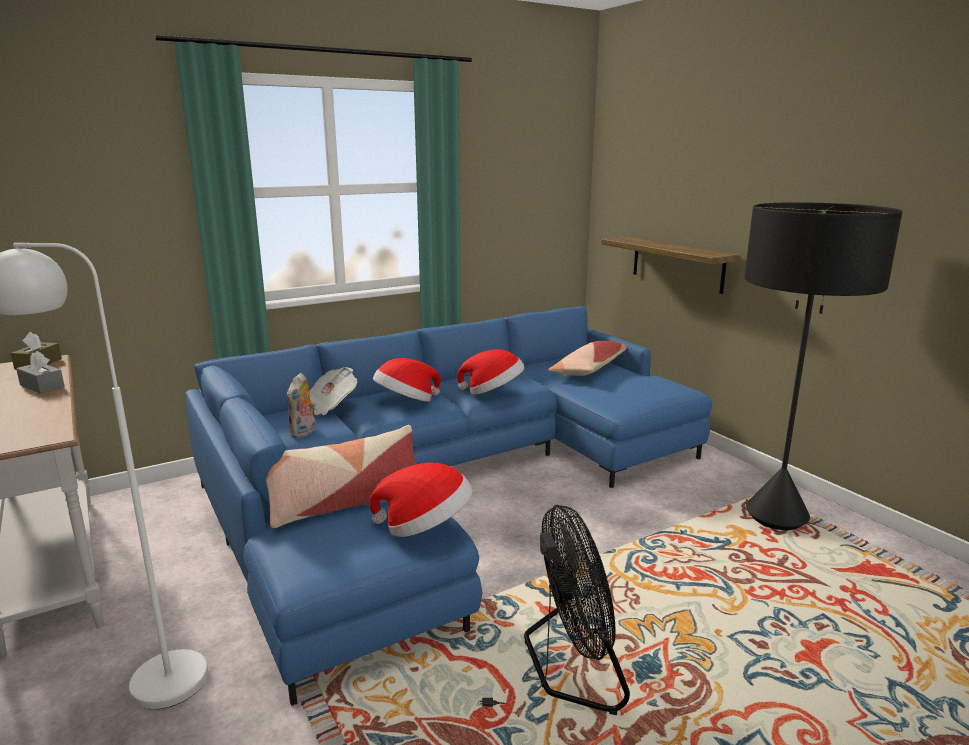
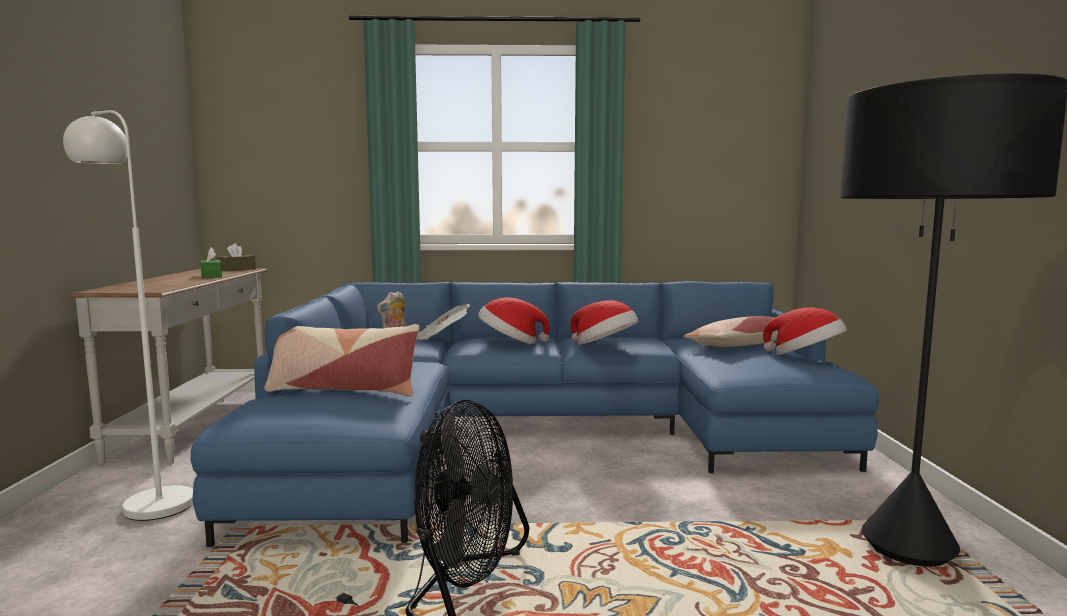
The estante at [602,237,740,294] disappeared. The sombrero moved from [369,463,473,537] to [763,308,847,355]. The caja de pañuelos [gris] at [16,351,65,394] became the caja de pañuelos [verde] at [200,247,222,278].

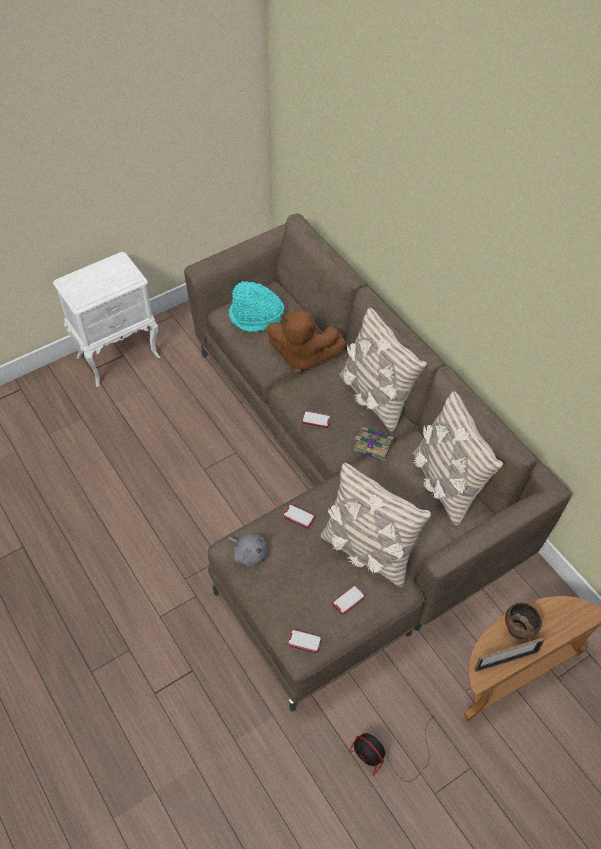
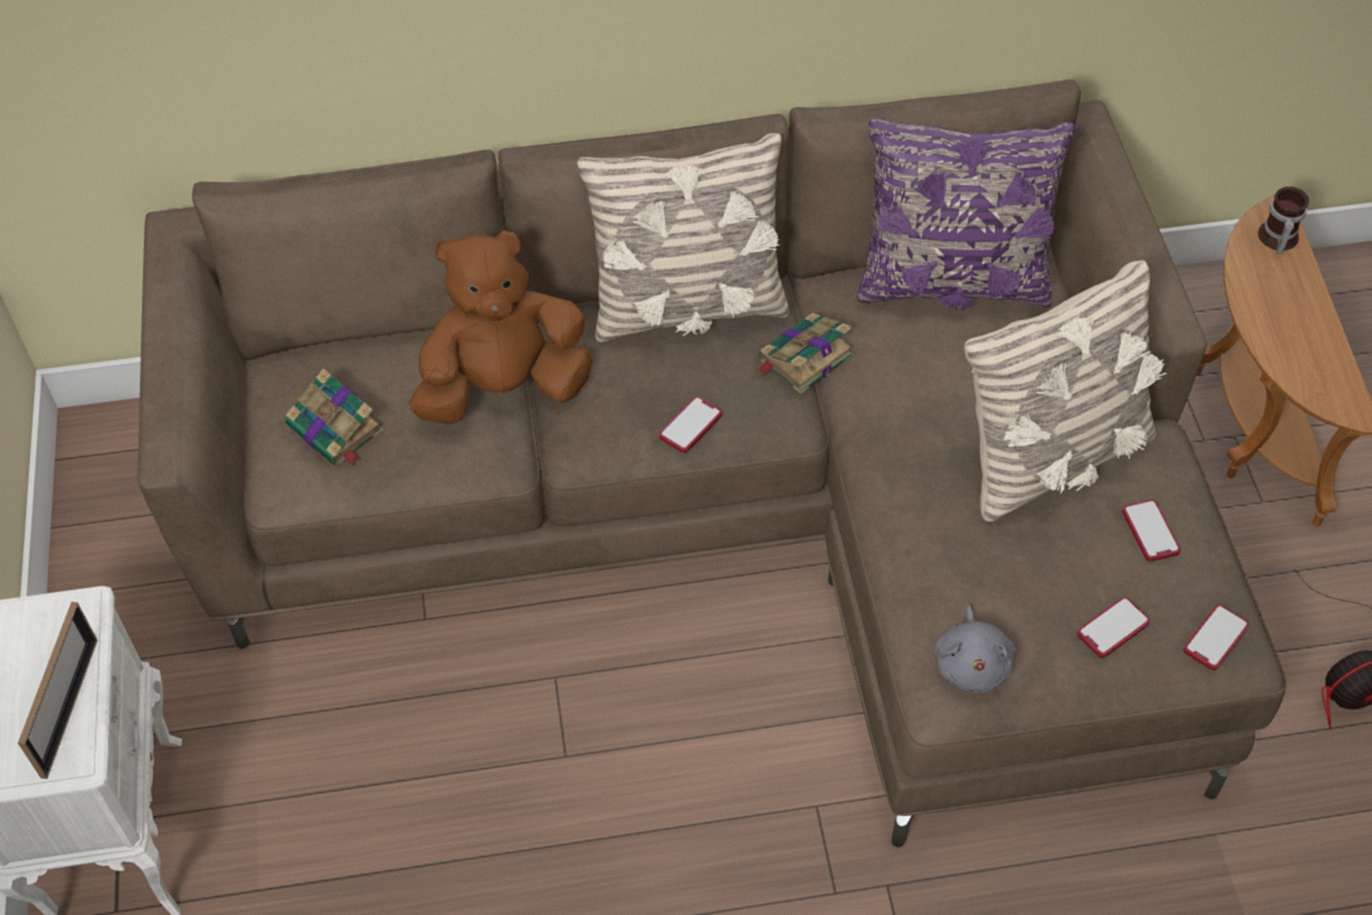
The cuenco [marrón] at [505,602,542,639] disappeared. The taza grande at [1258,187,1309,254] appeared. The móvil moved from [283,504,315,529] to [1077,597,1150,658]. The portarretratos moved from [474,637,545,672] to [18,602,98,779]. The sombrero [turquesa] at [229,281,284,332] was replaced by the libro at [285,368,383,466]. The cojín [beis] at [413,391,503,526] became the cojín [morado] at [857,118,1075,311]. The peluche [gris] at [227,534,267,566] turned 120 degrees clockwise. The peluche [marrón] at [266,310,346,374] turned 150 degrees counterclockwise.

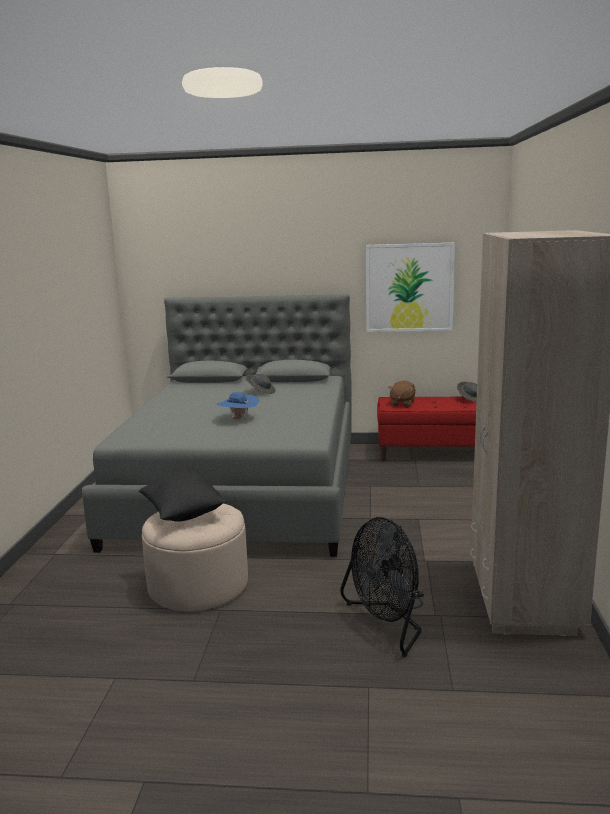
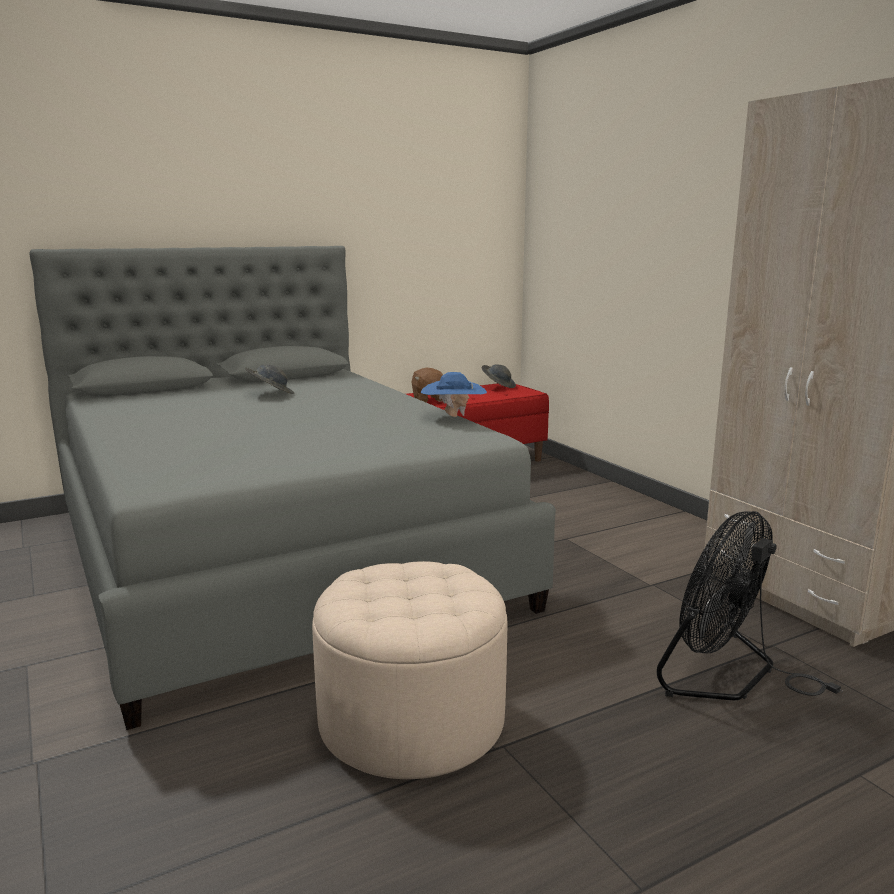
The cojín [negro] at [139,470,226,522] disappeared. The cuadro at [366,243,455,332] disappeared. The sombrero [azul] moved from [216,392,259,419] to [421,372,487,417]. The ventilador [negro] at [340,517,424,658] turned 105 degrees clockwise.

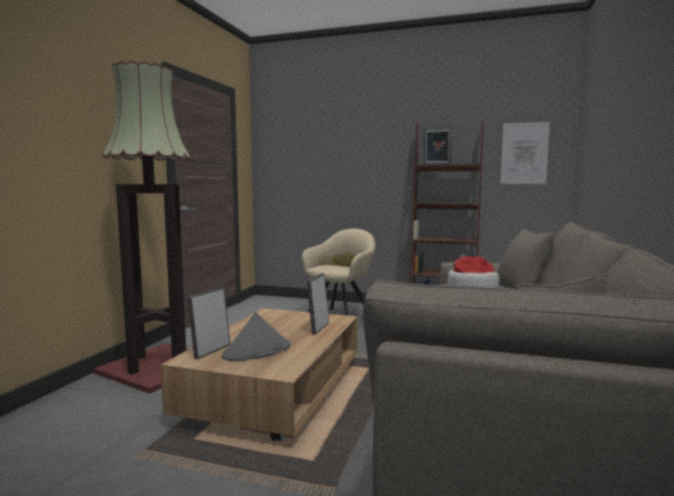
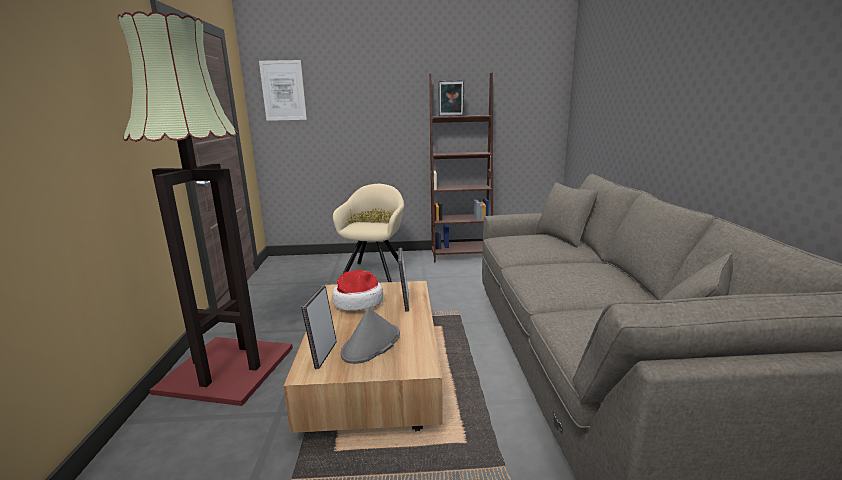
The sombrero moved from [448,257,499,288] to [332,270,383,311]. The cuadro moved from [500,122,550,184] to [259,60,307,121].

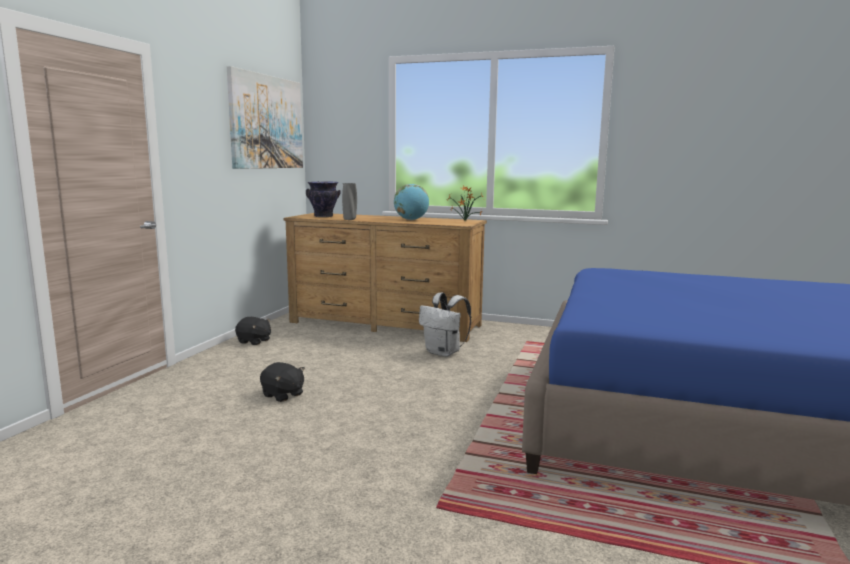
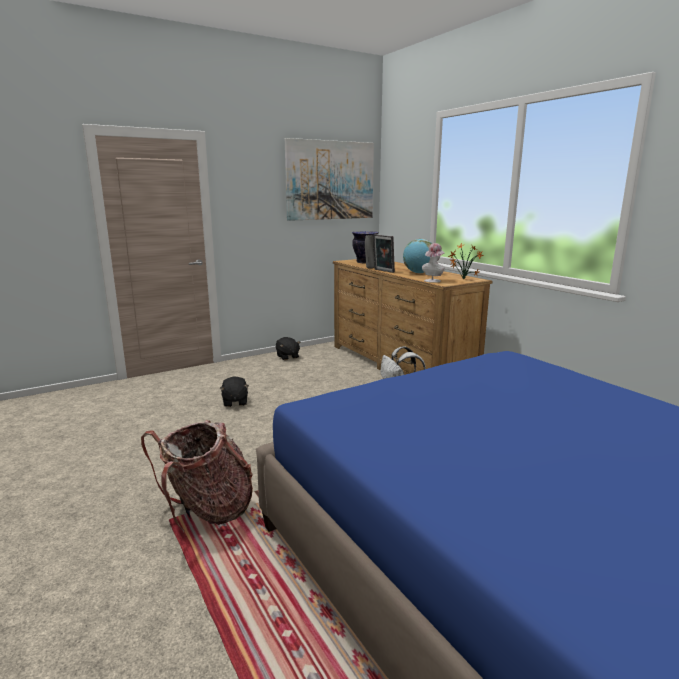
The mochila at [141,420,253,532] appeared. The portarretratos at [373,234,395,273] appeared. The sombrero at [422,243,445,283] appeared.

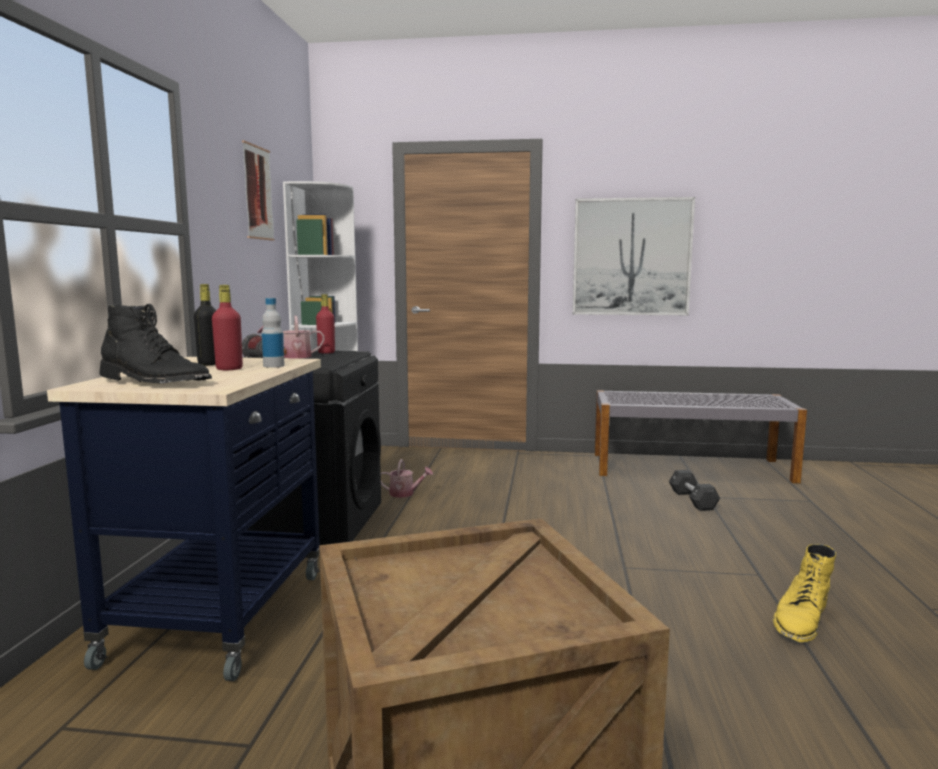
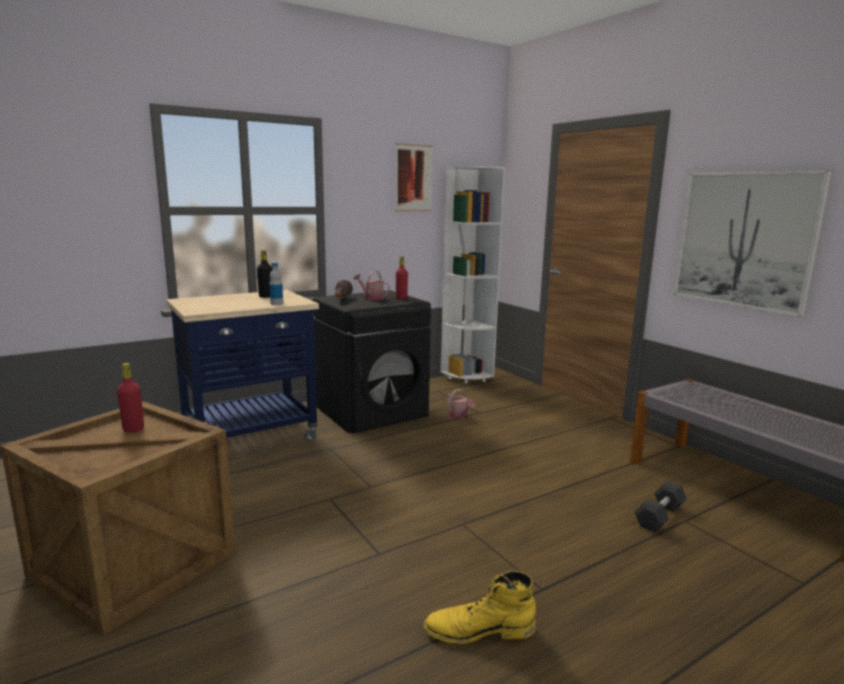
The bota [negro] at [99,304,212,383] disappeared. The botella [rojo] moved from [212,285,243,370] to [117,363,144,433].

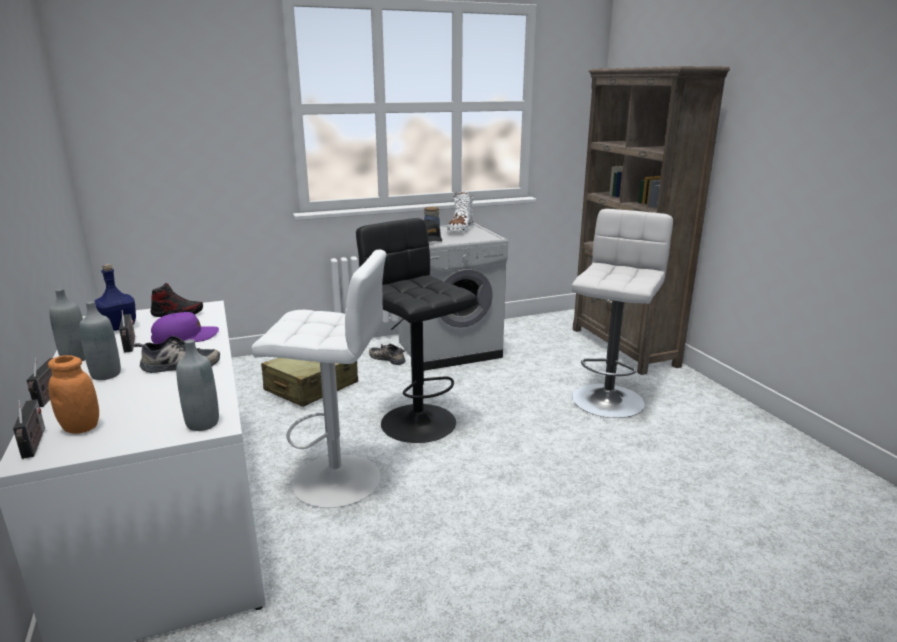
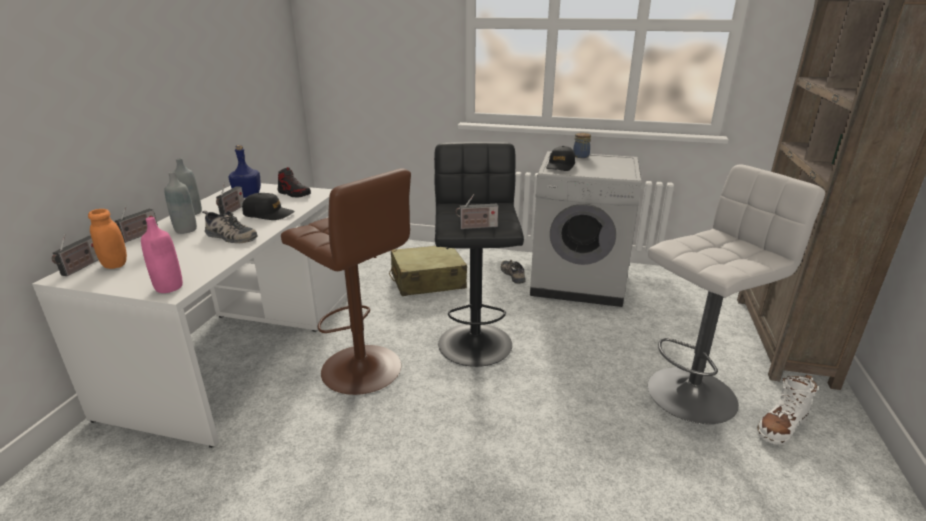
The radio at [456,194,499,229] appeared. The bota [blanco] moved from [447,192,473,232] to [756,375,818,445]. The gorra [morado] at [151,312,219,344] became the gorra [negro] at [242,193,294,220]. The botella [gris] at [176,339,219,431] became the botella [rosa] at [141,217,183,293]. The taburete [blanco] at [251,250,386,508] became the taburete [marrón] at [281,169,411,395].

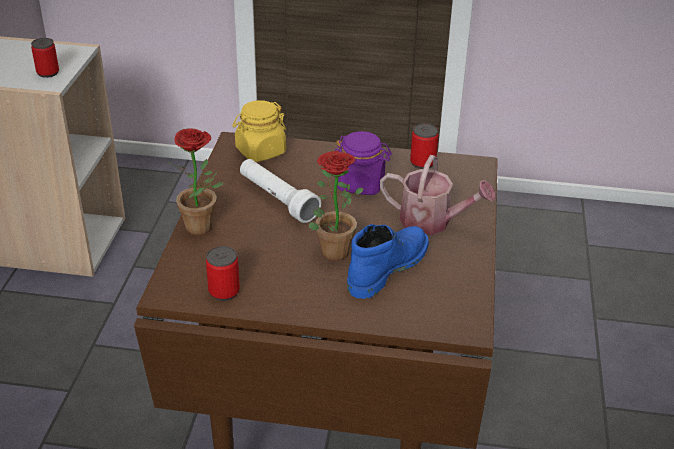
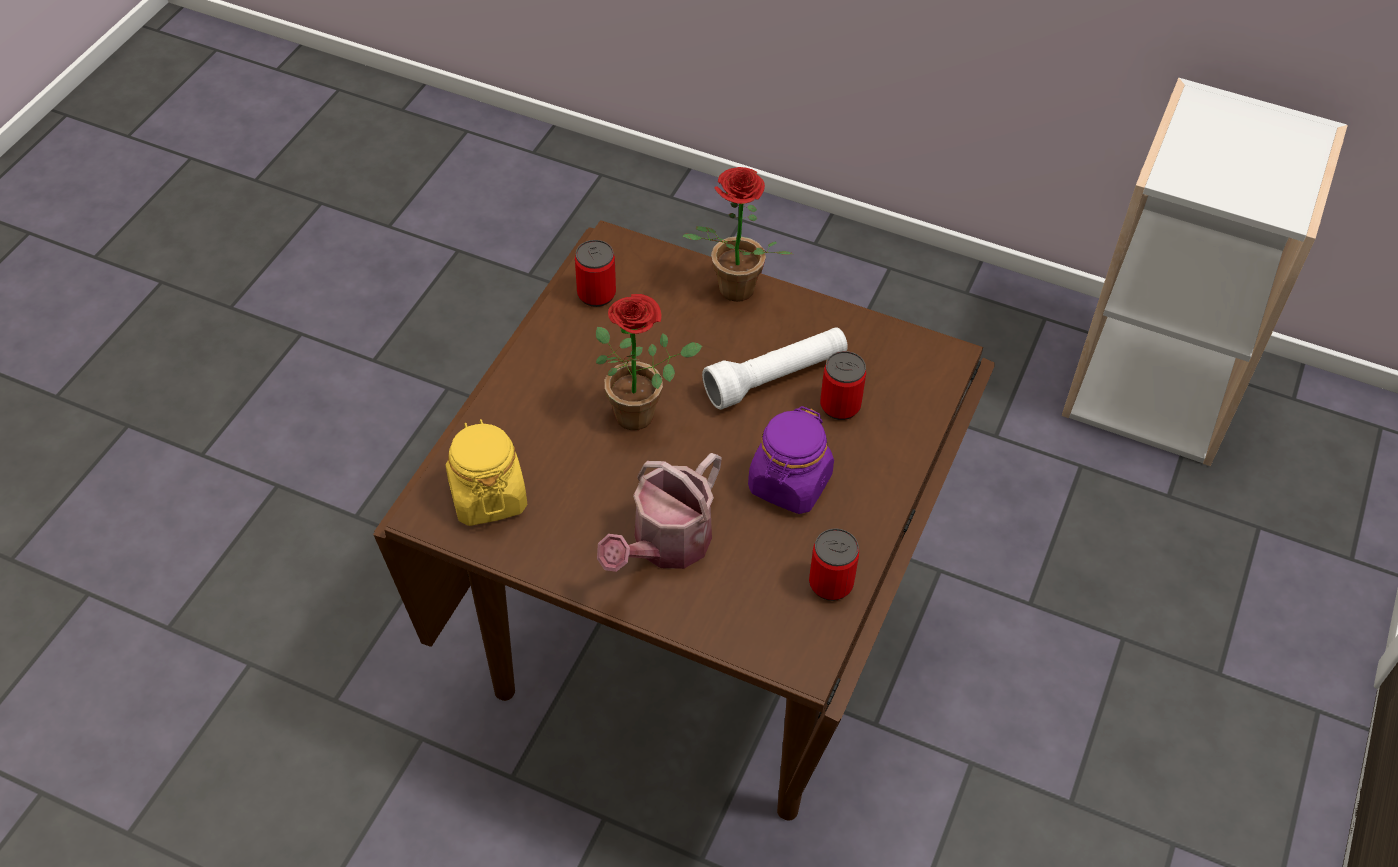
The bota [azul] at [347,224,429,299] disappeared. The lata moved from [31,38,59,78] to [820,351,866,420]. The tarro [amarillo] moved from [232,100,286,162] to [445,419,527,526].

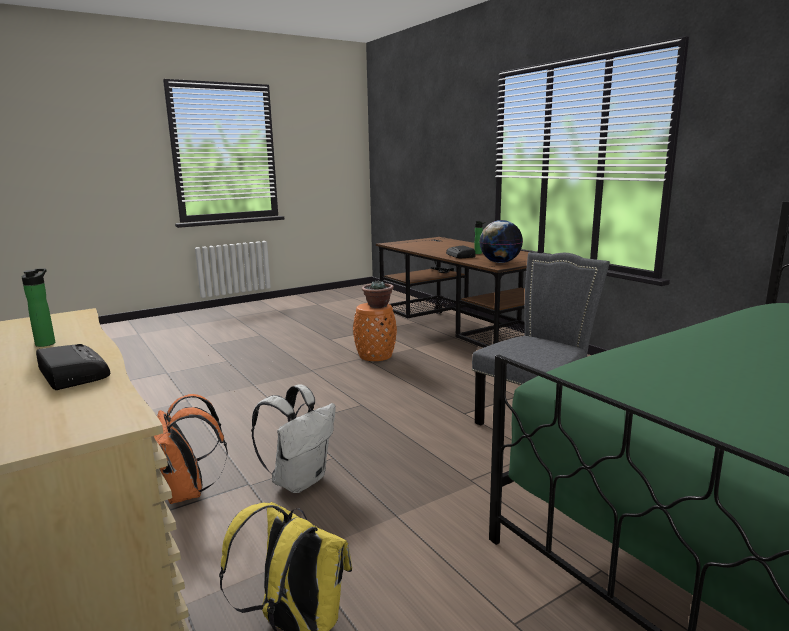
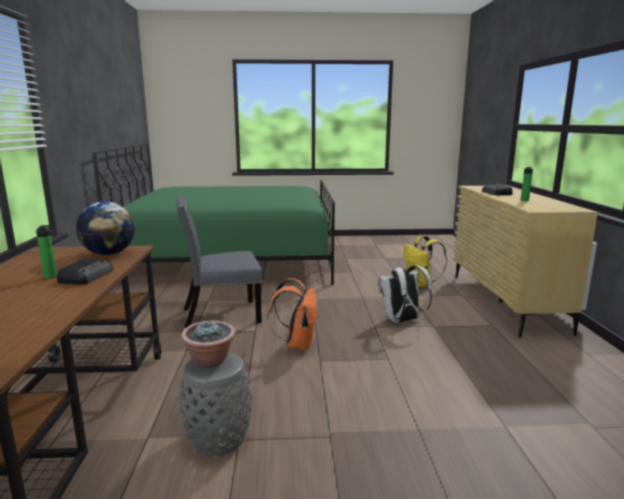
The mochila [naranja] moved from [154,394,228,504] to [267,278,318,350]. The taburete [naranja] at [353,303,397,361] became the taburete [gris] at [179,352,252,456].

